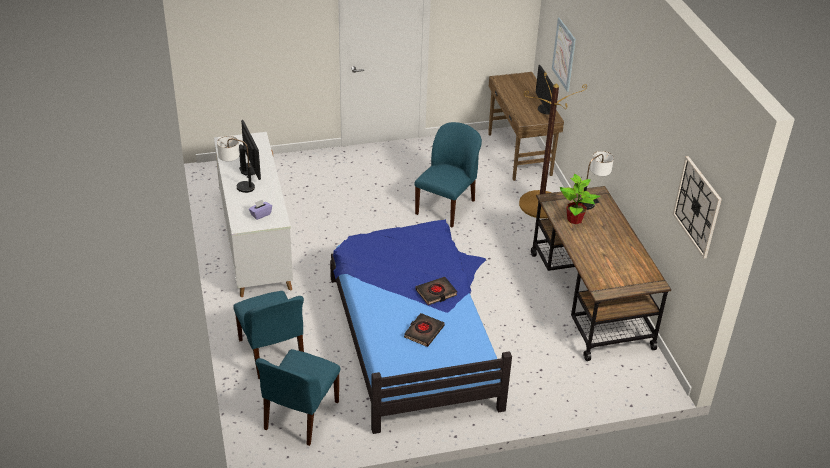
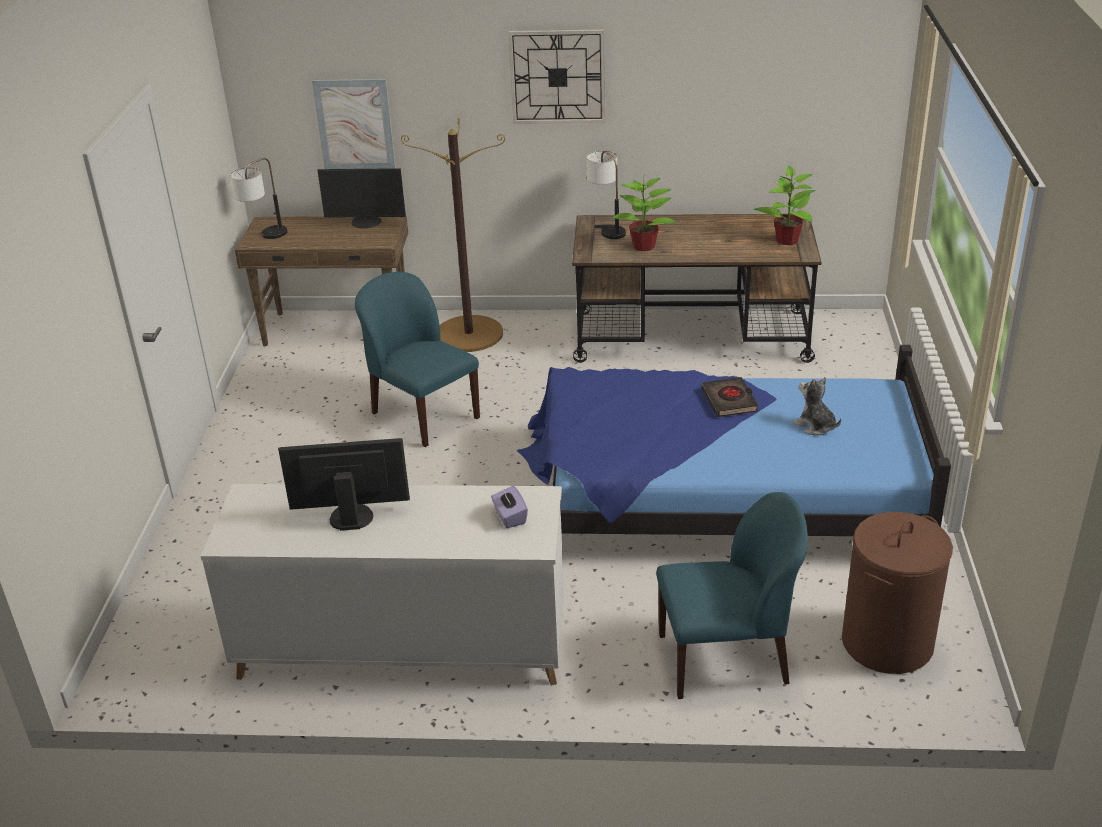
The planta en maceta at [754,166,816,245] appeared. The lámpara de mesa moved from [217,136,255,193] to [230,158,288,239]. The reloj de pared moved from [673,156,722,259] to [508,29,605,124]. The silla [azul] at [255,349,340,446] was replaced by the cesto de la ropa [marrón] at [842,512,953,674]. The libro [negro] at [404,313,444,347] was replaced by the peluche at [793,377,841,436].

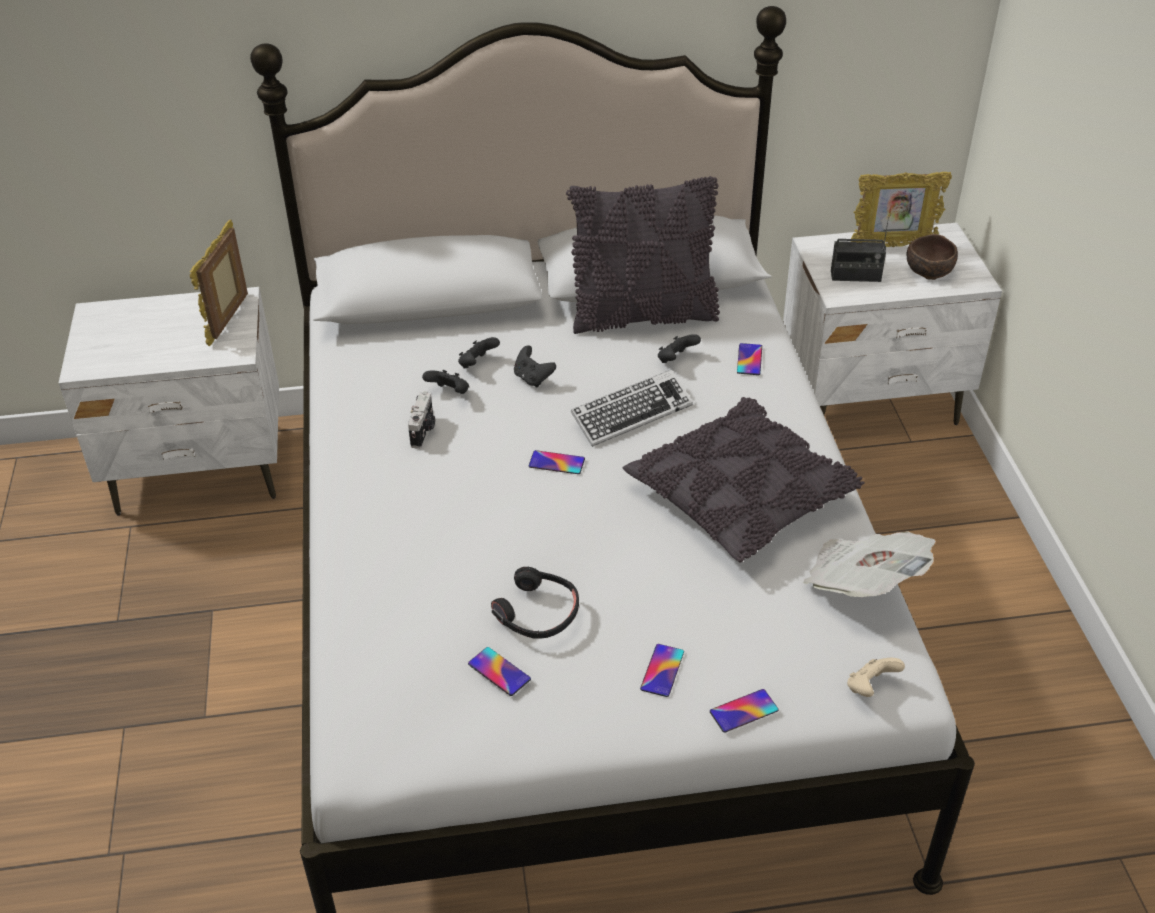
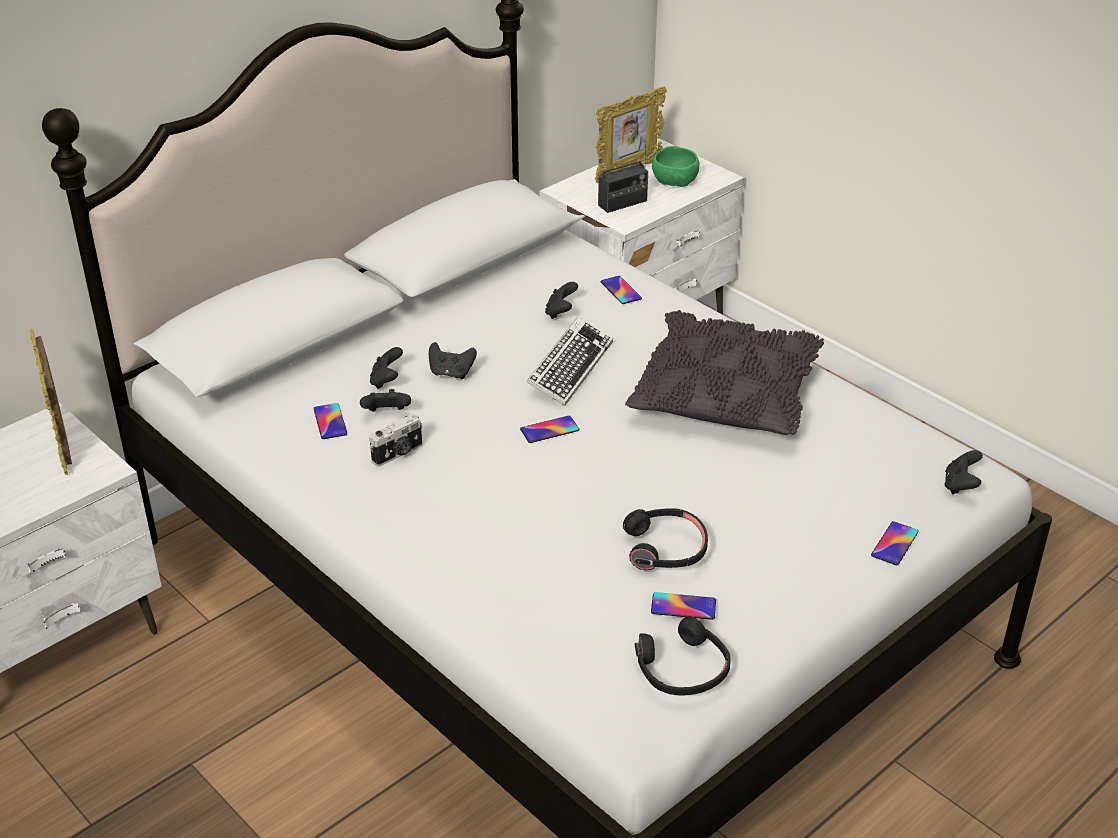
The cojín [negro] at [566,176,720,334] disappeared. The periódico at [803,532,936,597] disappeared. The auriculares [negro] at [635,616,731,696] appeared. The móvil moved from [640,644,684,697] to [313,403,347,439]. The mando de consola [beis] at [847,658,905,697] became the mando de consola [negro] at [944,450,983,494]. The cuenco [marrón] at [907,234,958,280] became the cuenco [verde] at [652,146,700,187]. The cámara at [408,391,435,449] turned 75 degrees clockwise.

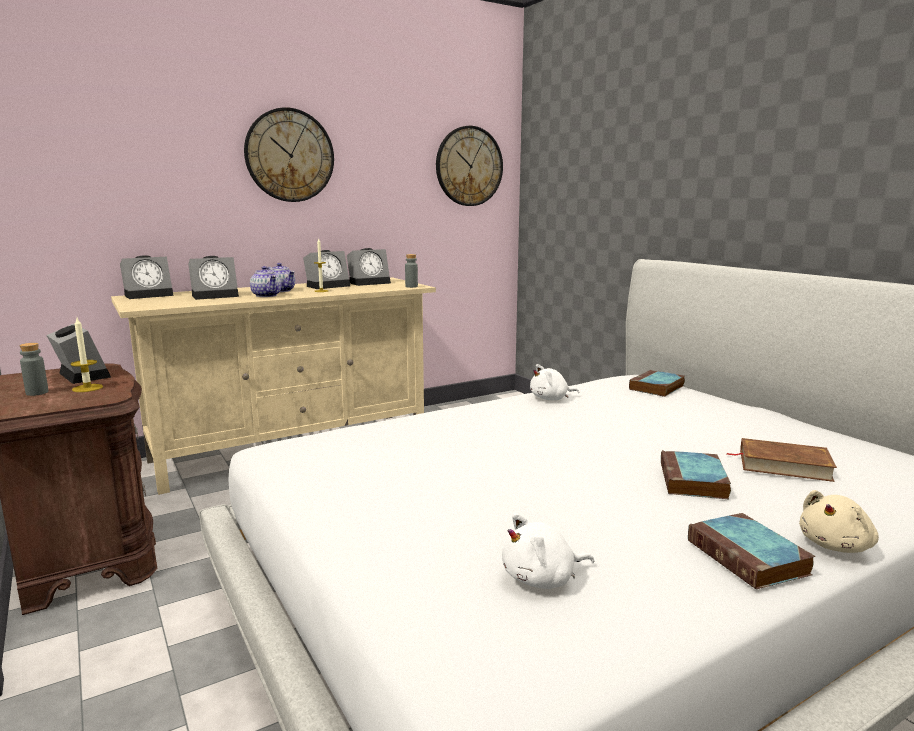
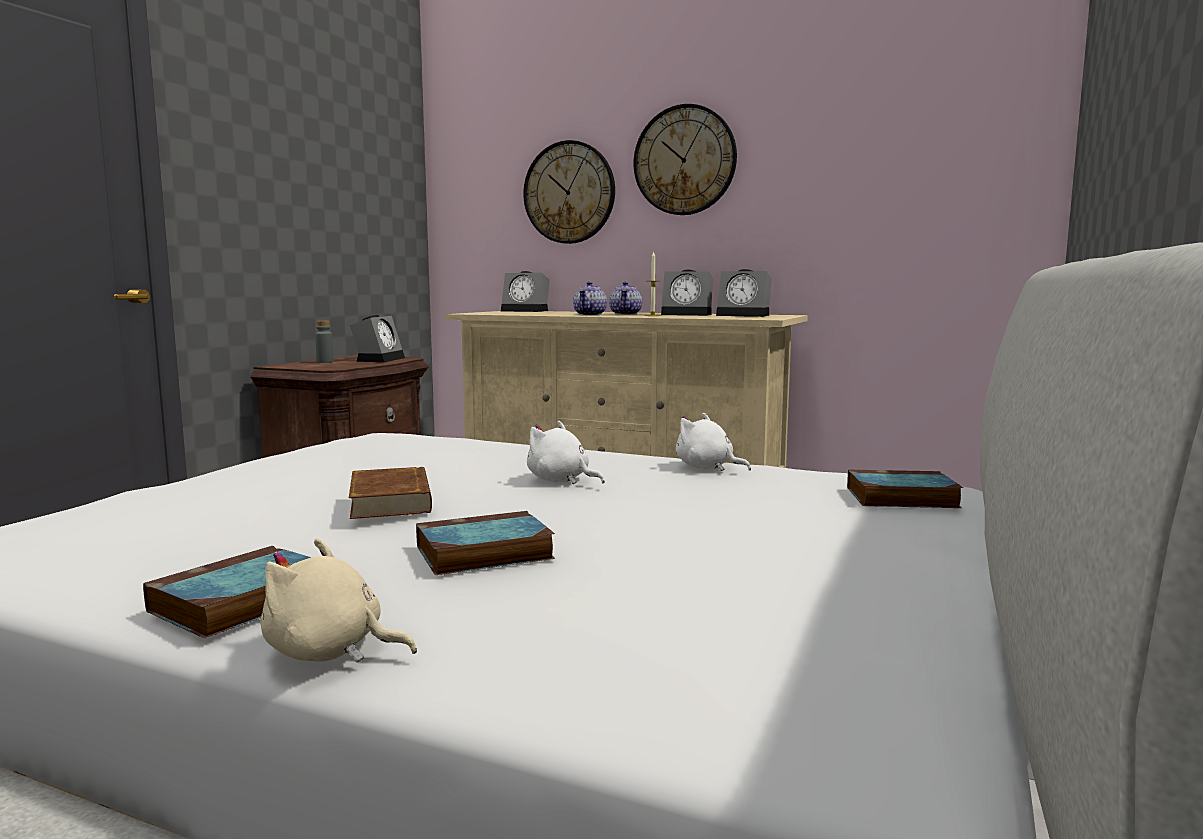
The vela at [70,318,103,392] disappeared. The despertador at [188,256,239,300] disappeared. The botella [gris] at [405,254,418,288] disappeared. The reloj de pared moved from [436,126,503,206] to [523,140,615,244]. The peluche [blanco] moved from [502,513,594,589] to [527,421,604,484]. The libro [marrón] moved from [727,438,837,482] to [349,467,432,519].

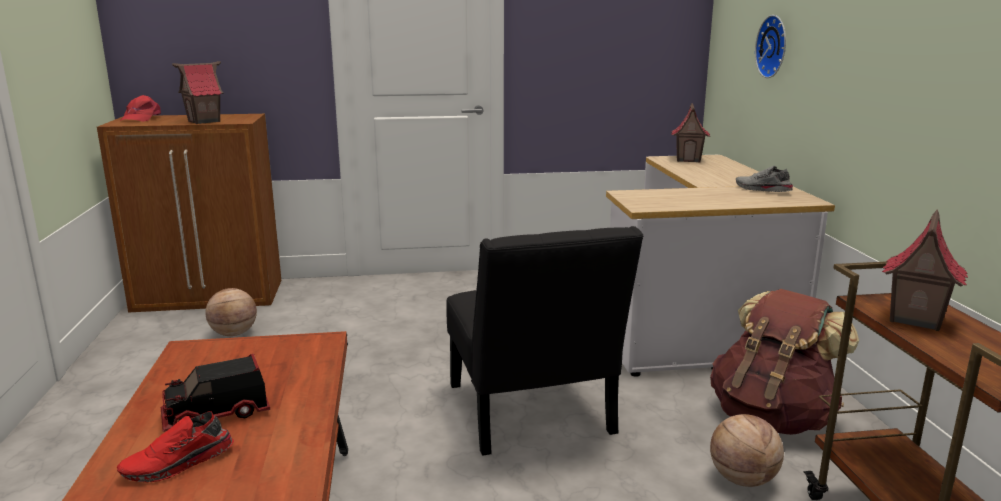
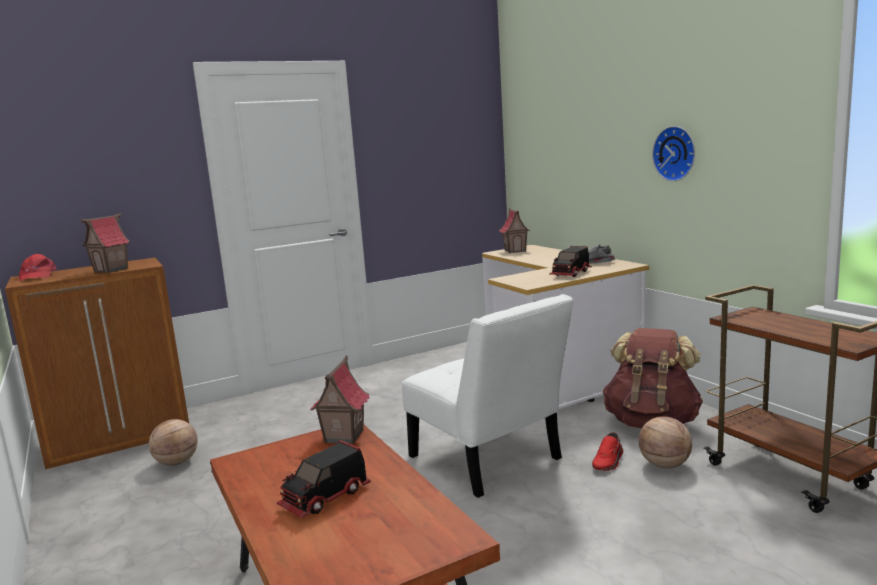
The camión de juguete at [550,246,592,277] appeared. The zapato [rojo] moved from [117,411,234,482] to [592,432,624,471]. The reloj de pared moved from [755,15,786,78] to [652,126,695,181]. The casita moved from [882,209,968,331] to [310,355,370,444]. The silla [negro] at [446,226,643,456] became the silla [blanco] at [402,294,574,498].

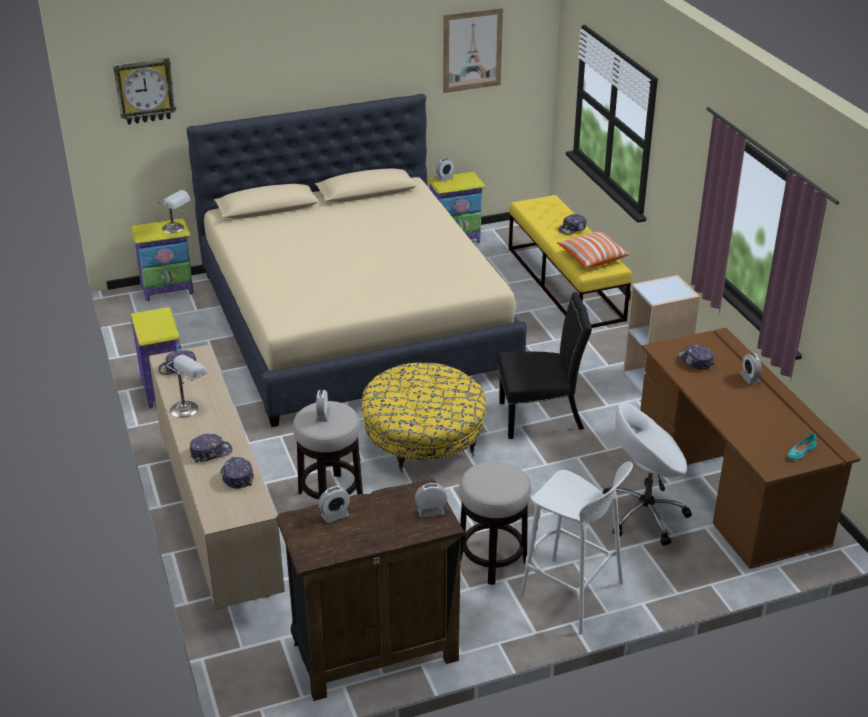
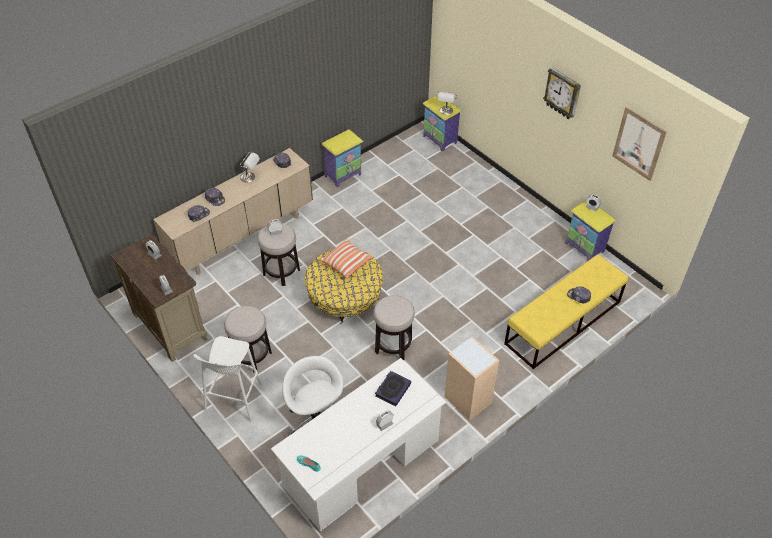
The cama [beis] at [187,94,527,427] disappeared. The reloj de pared moved from [113,58,176,125] to [543,67,581,119]. The cojín moved from [557,232,630,268] to [319,239,373,279]. The silla [negro] at [497,292,592,439] was replaced by the taburete at [373,295,415,360]. The gorra at [677,344,714,370] was replaced by the libro at [375,371,411,406]. The cómoda [negro] at [276,479,466,701] became the cómoda [beis] at [111,235,207,362]. The escritorio [marrón] at [640,328,861,569] became the escritorio [blanco] at [271,358,446,532].

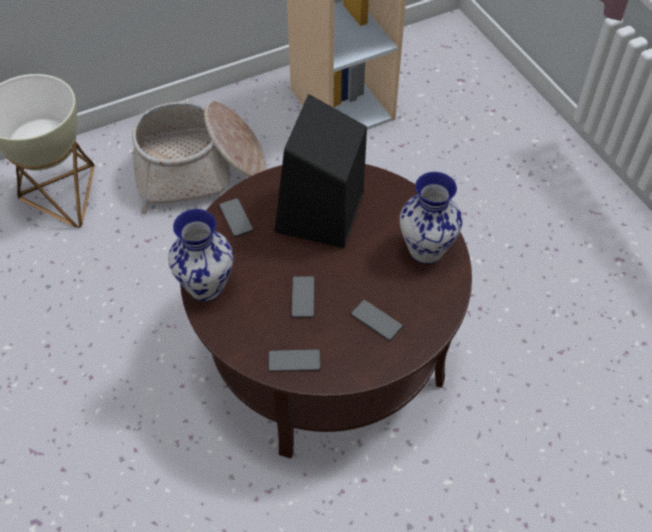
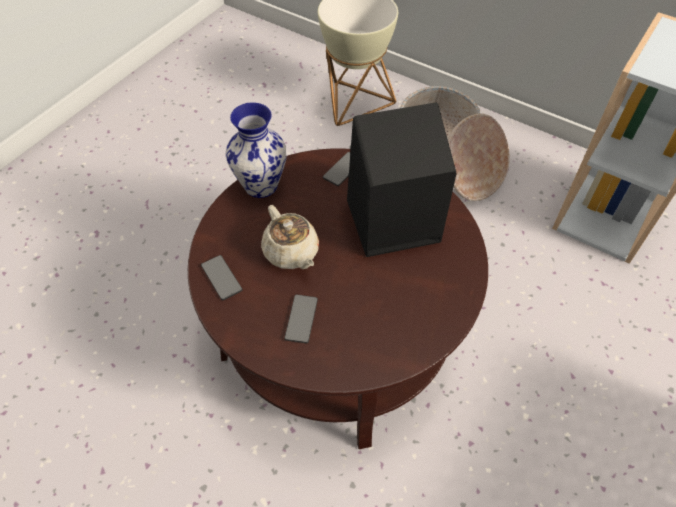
The florero at [400,172,463,264] disappeared. The móvil at [291,276,315,318] was replaced by the tetera [beis] at [261,205,319,269].

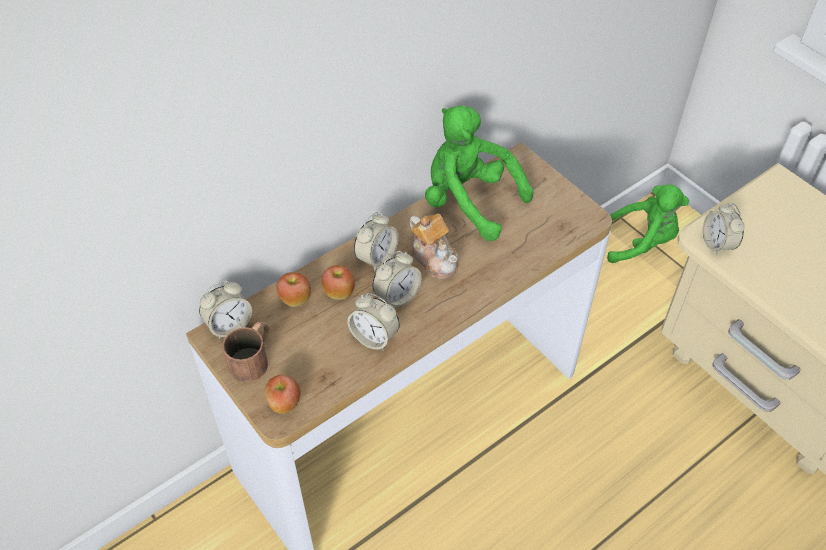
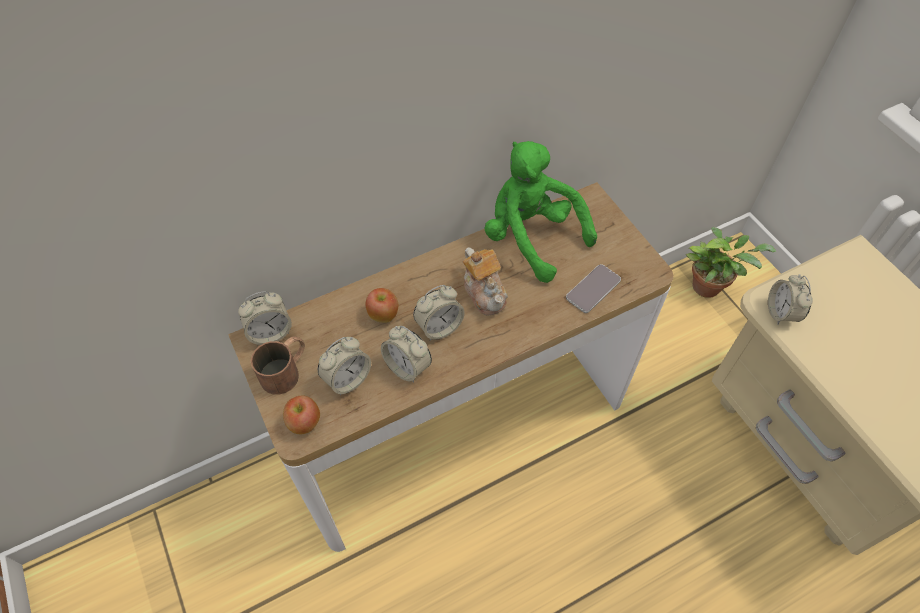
The manzana at [276,272,311,307] disappeared. The móvil at [566,264,621,313] appeared. The despertador moved from [354,212,399,272] to [318,337,371,395]. The peluche [verde] at [607,185,689,263] was replaced by the planta en maceta at [686,227,776,298].

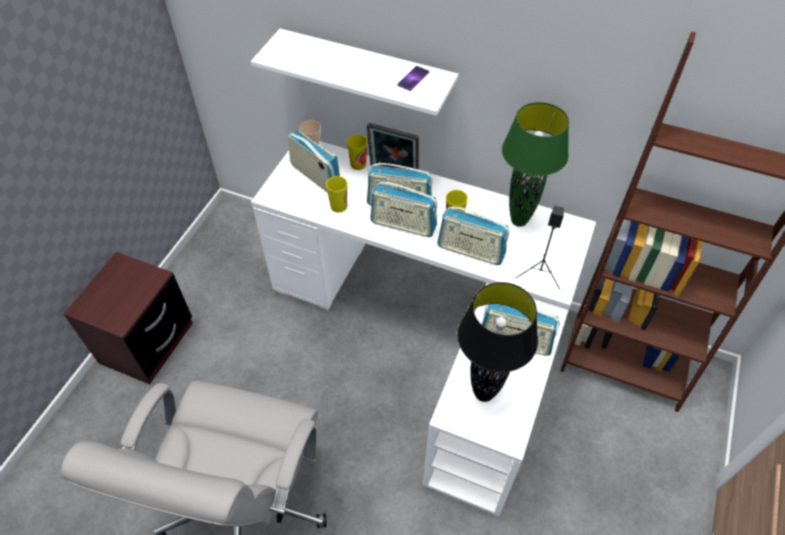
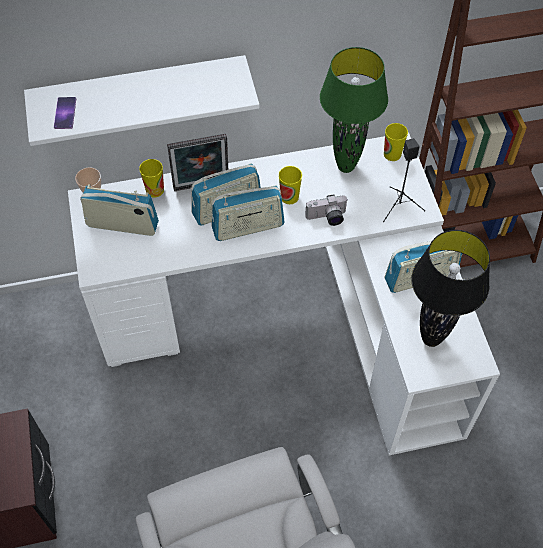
The taza moved from [326,176,348,213] to [384,123,408,161]. The móvil moved from [397,66,429,91] to [54,97,76,129]. The radio at [437,206,509,265] was replaced by the cámara at [305,195,348,226].

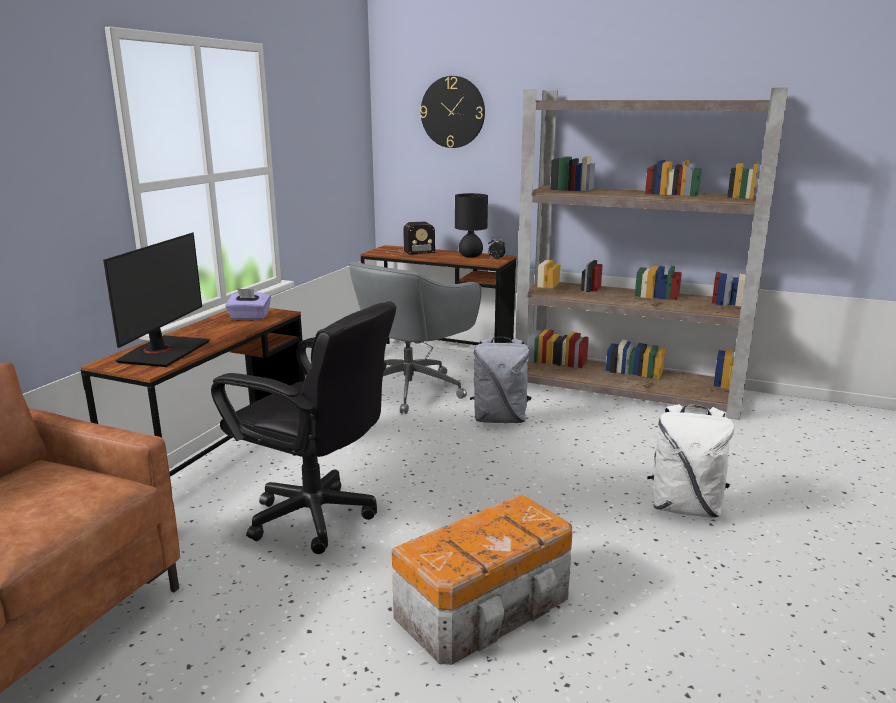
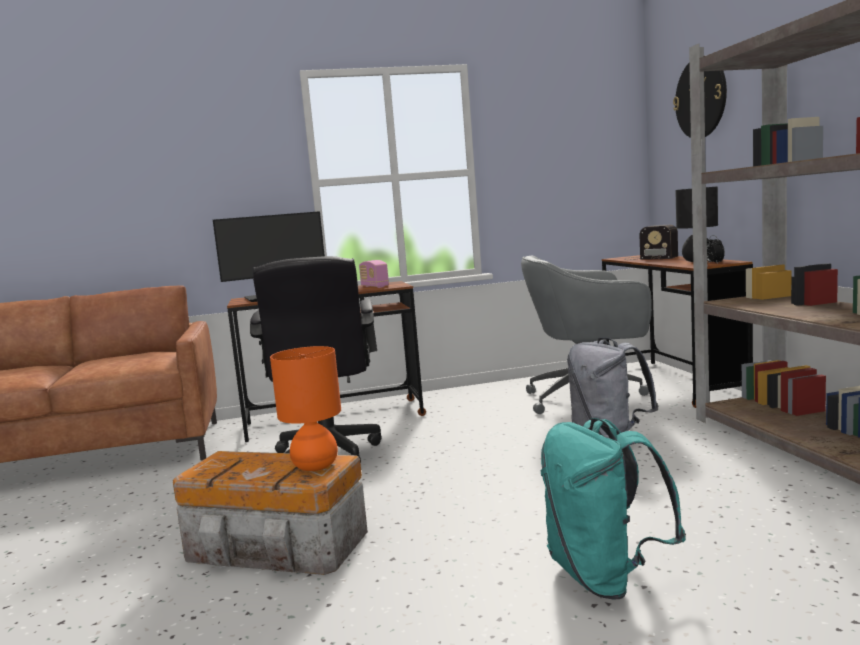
The lámpara de mesa [naranja] at [270,346,341,471] appeared. The caja de pañuelos [morado] at [225,288,271,320] was replaced by the radio at [359,260,389,288]. The mochila [blanco] at [647,404,734,518] became the mochila [turquesa] at [541,418,686,600].

